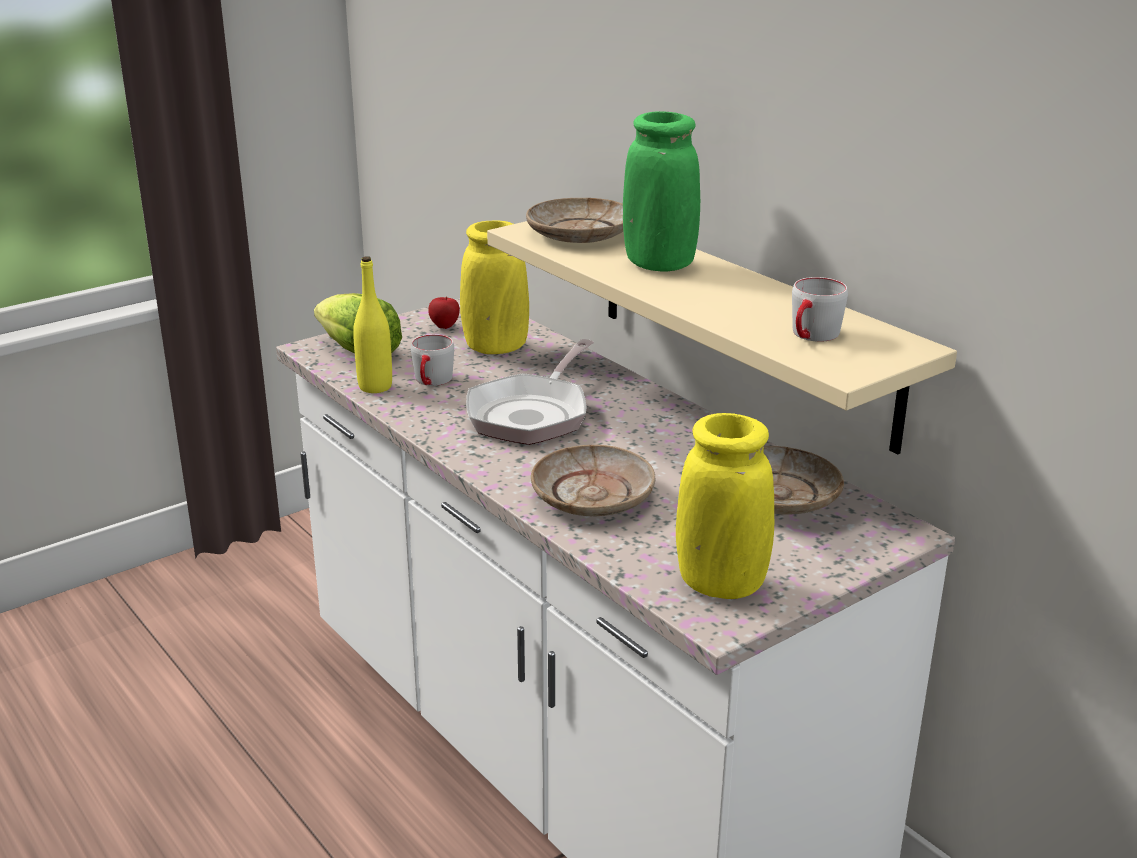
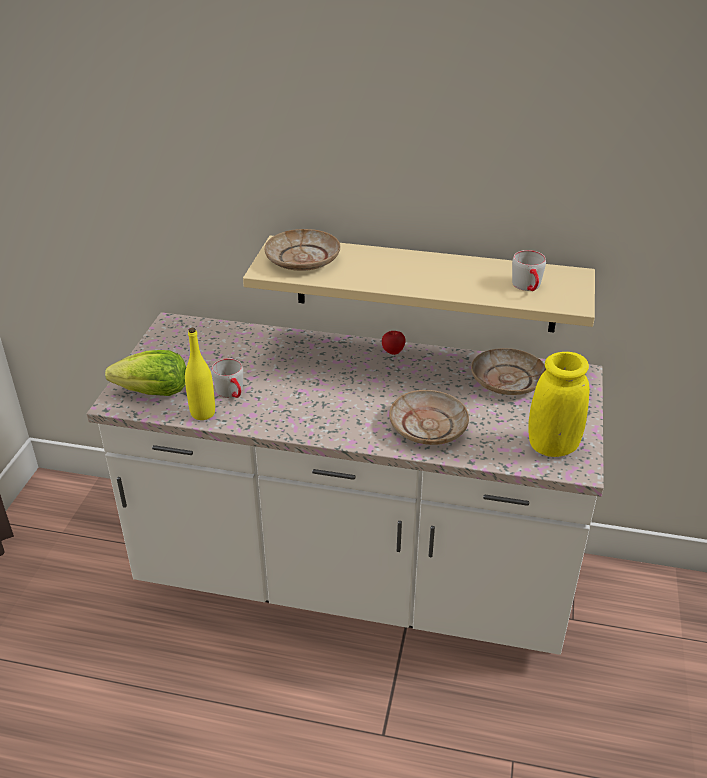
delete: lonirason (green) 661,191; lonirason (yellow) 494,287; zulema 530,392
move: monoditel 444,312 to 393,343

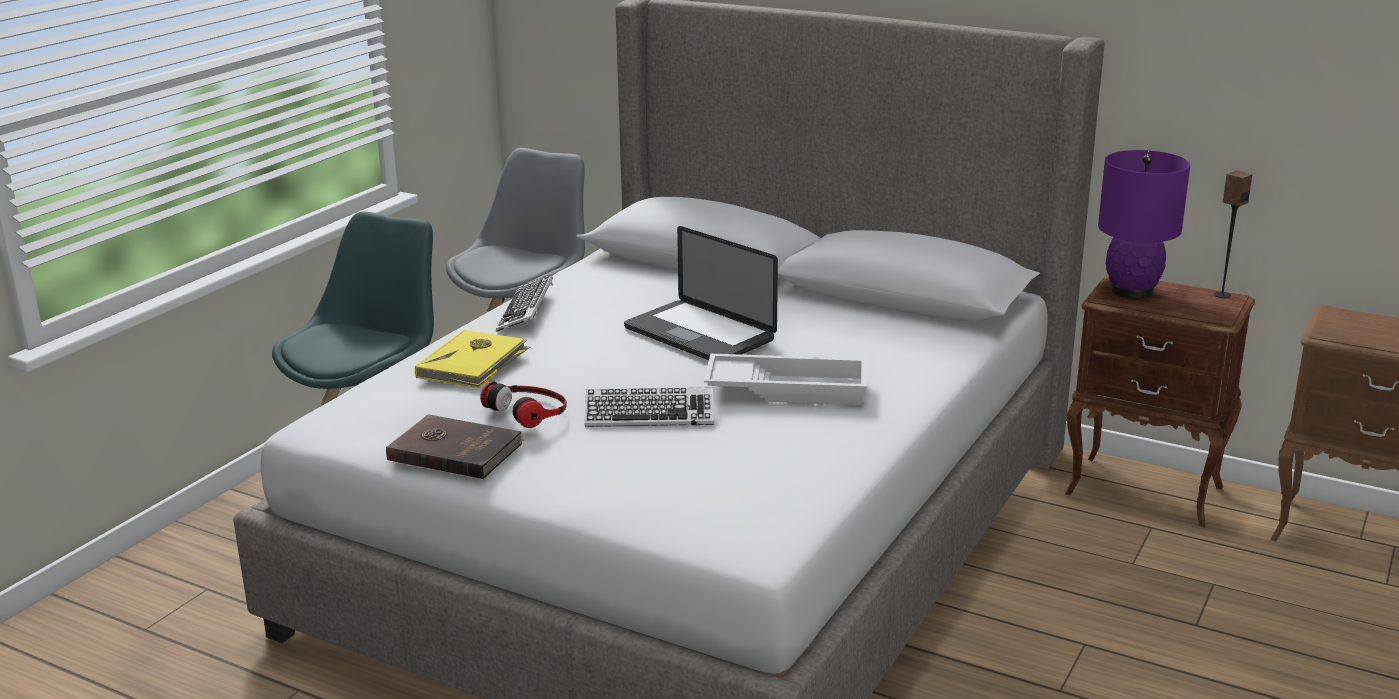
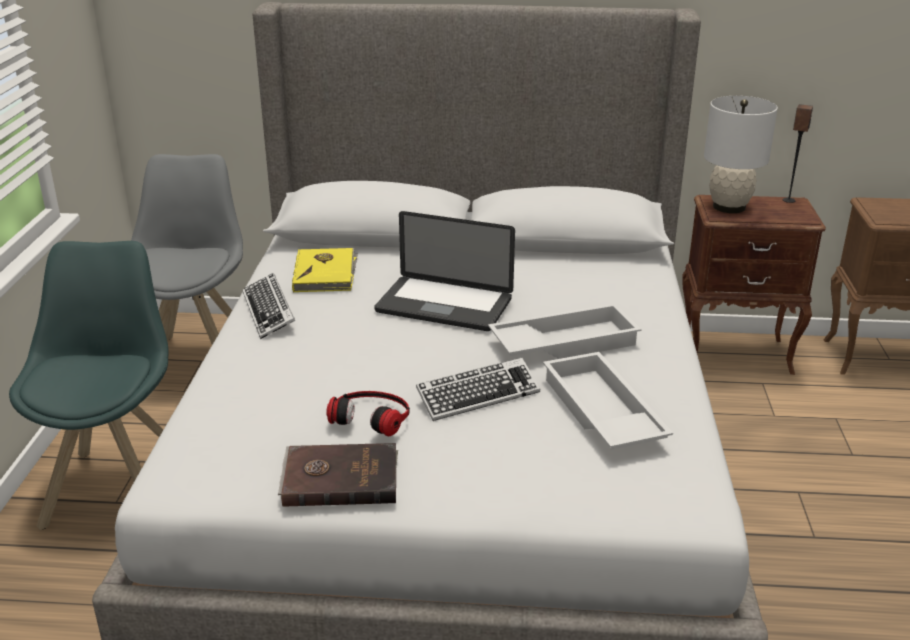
insert: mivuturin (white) 608,400
move: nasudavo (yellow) 473,359 to 325,270
recolor: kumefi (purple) 1144,224 to kumefi (white) 741,154

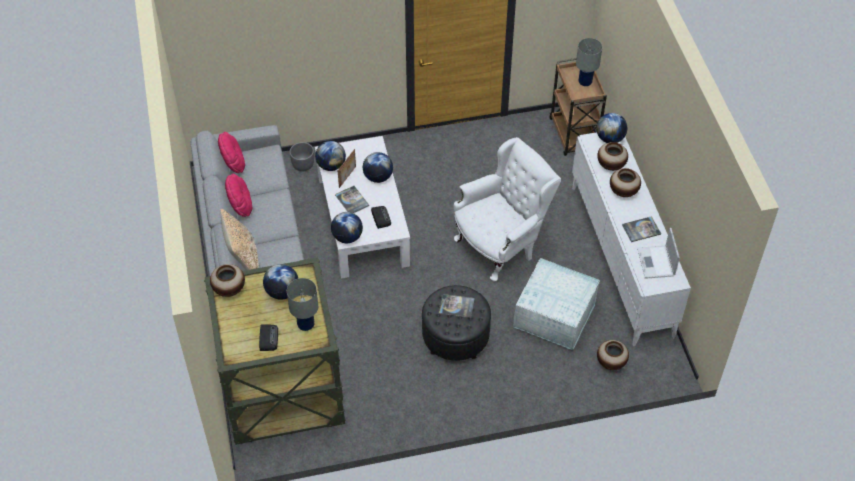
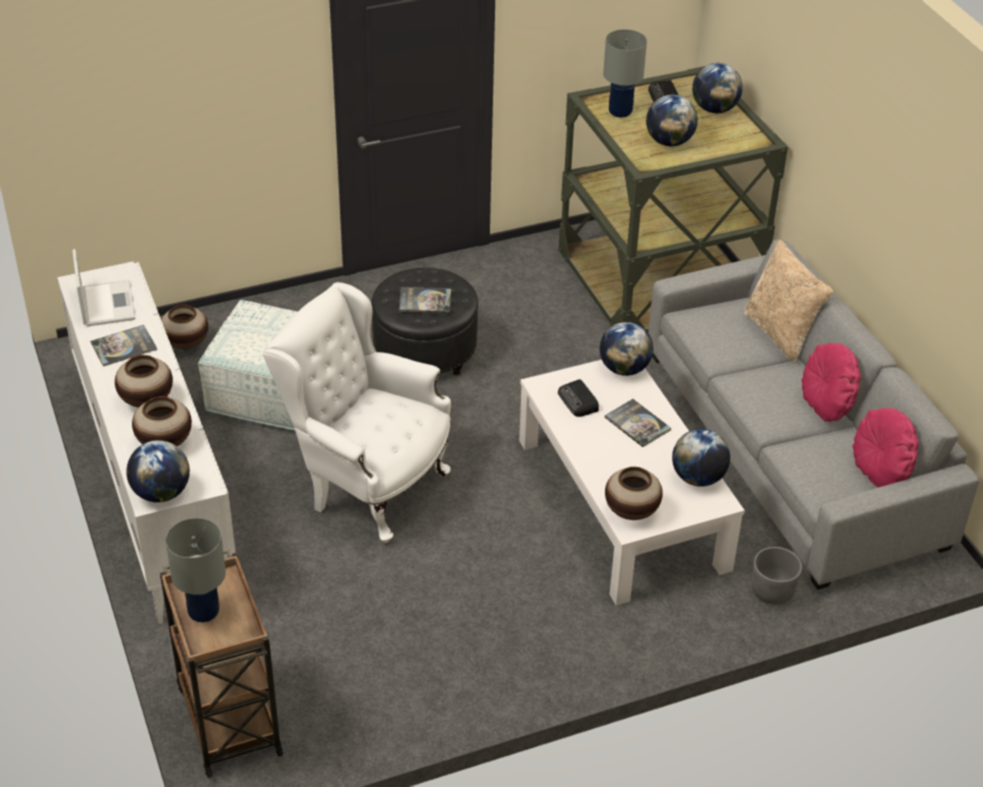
delete: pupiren 347,168
move: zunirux 378,167 to 717,88; lonirason 227,280 to 634,493
rotate: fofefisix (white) 507,209 = 357,412 75 degrees clockwise

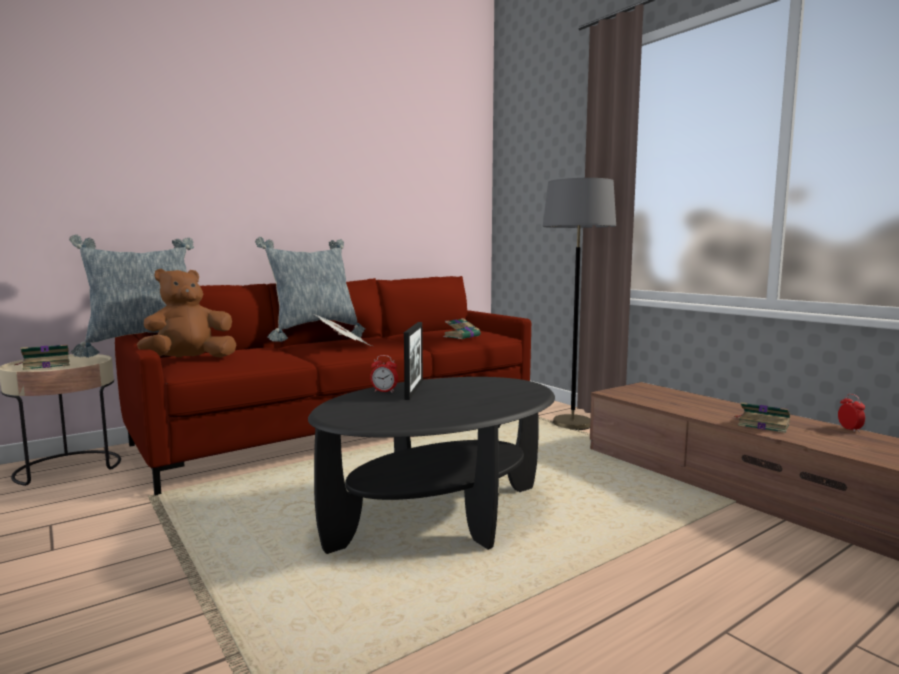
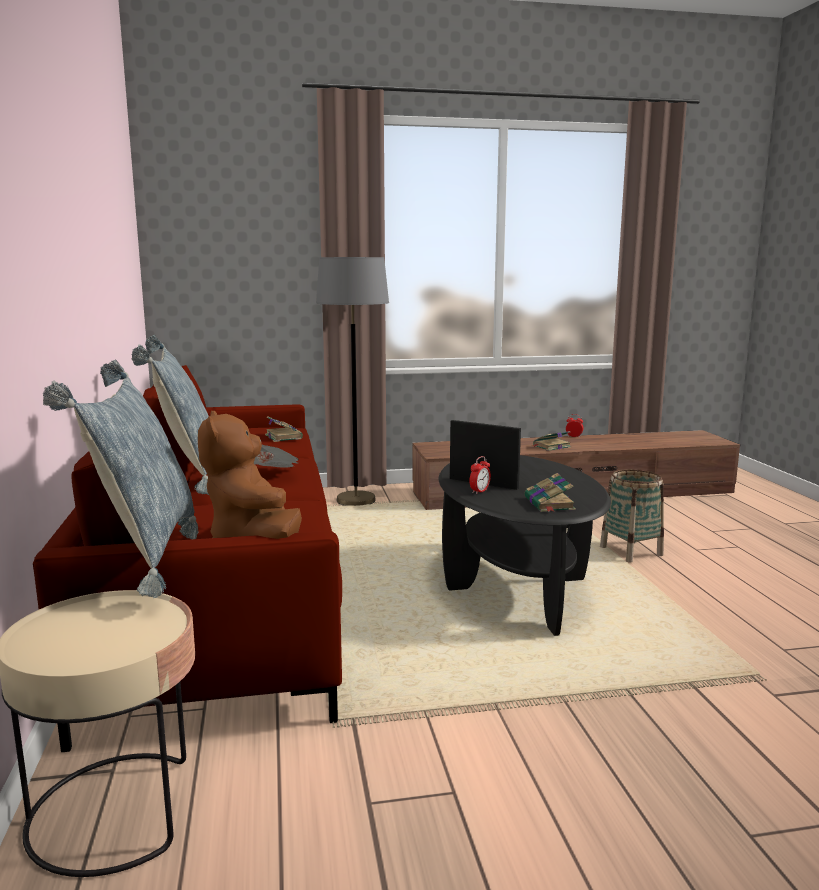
insert: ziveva 632,516
move: nasudavo 43,357 to 550,492

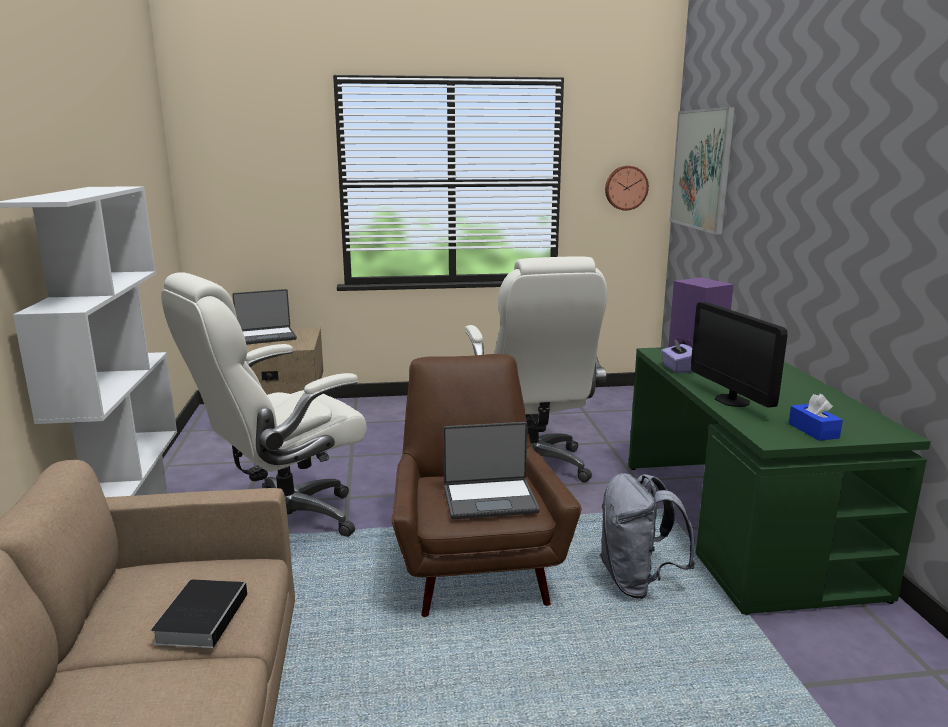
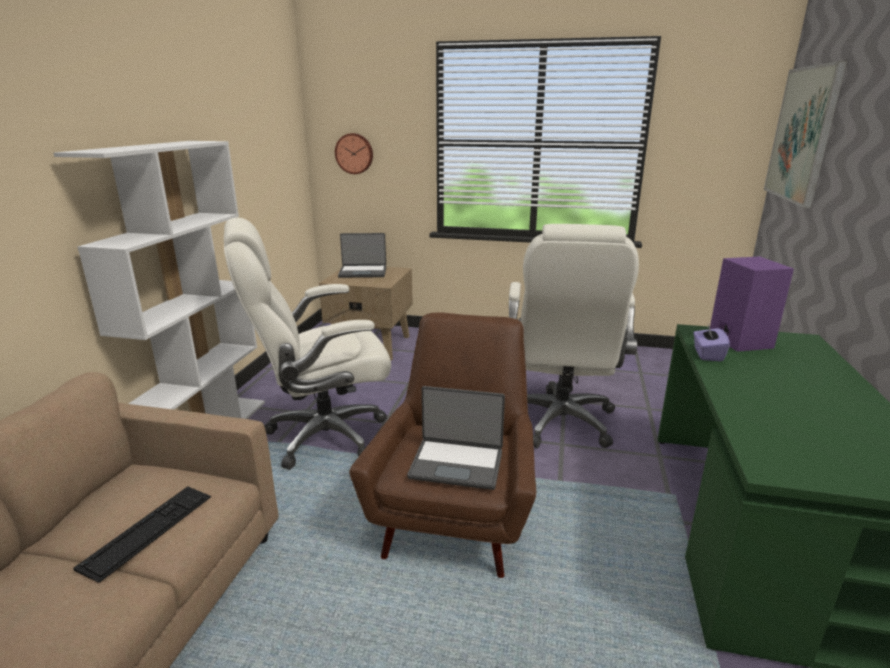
delete: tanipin 739,354; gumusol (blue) 816,417; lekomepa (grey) 647,536
move: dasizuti 627,188 to 354,153
replace: nasudavo 200,613 to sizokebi 142,534

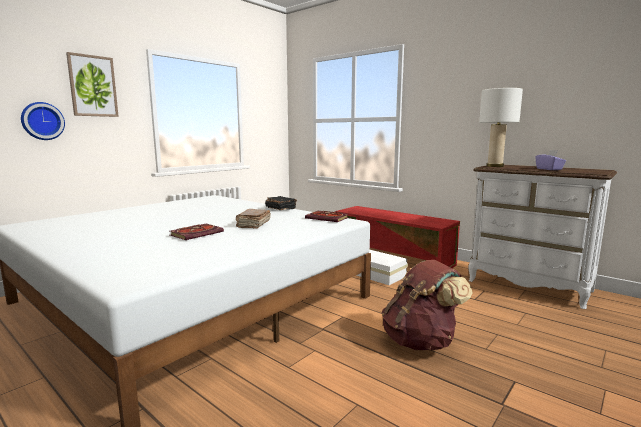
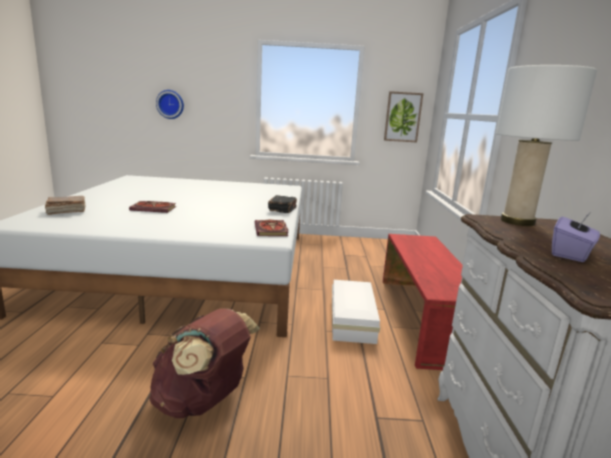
move: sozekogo 92,84 to 404,116; nasudavo (brown) 253,219 to 65,205

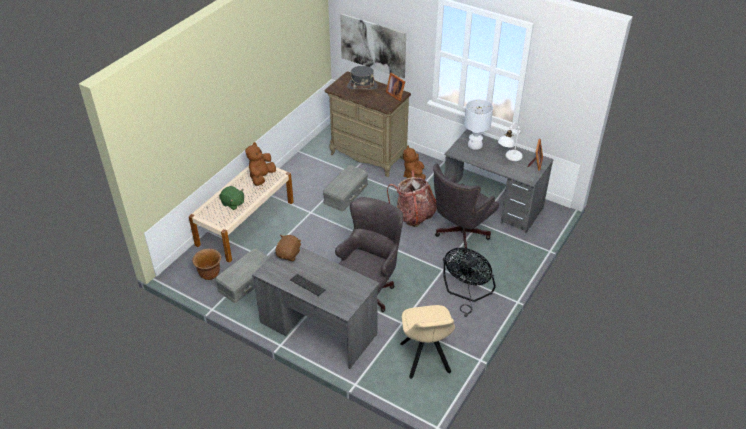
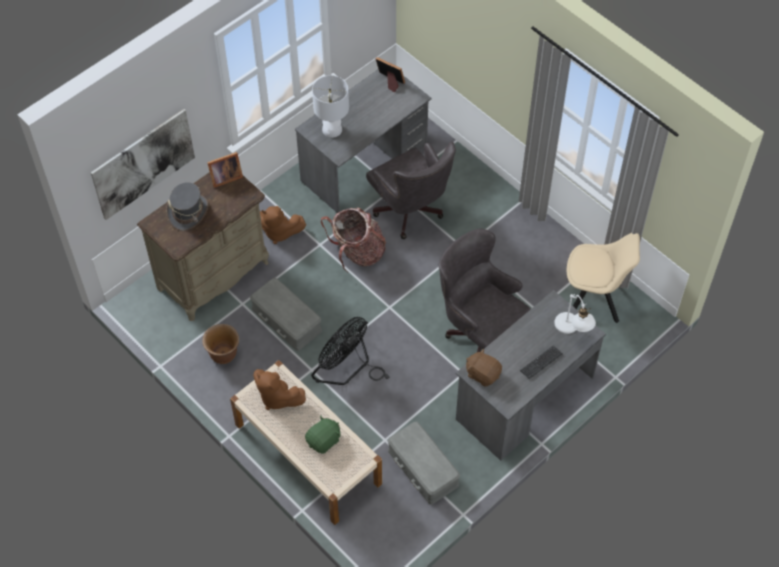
move: kumefi (white) 510,141 to 575,314; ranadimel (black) 469,282 to 350,351; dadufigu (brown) 207,264 to 220,344

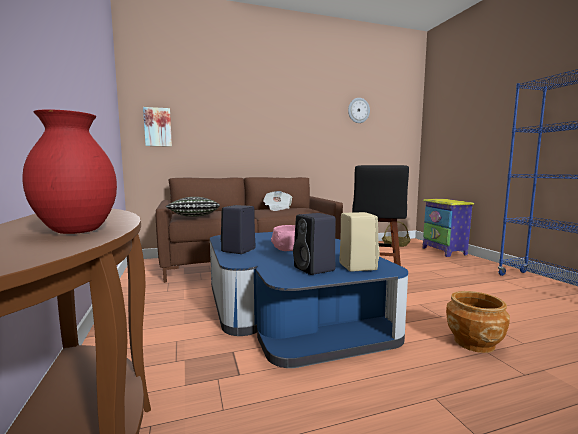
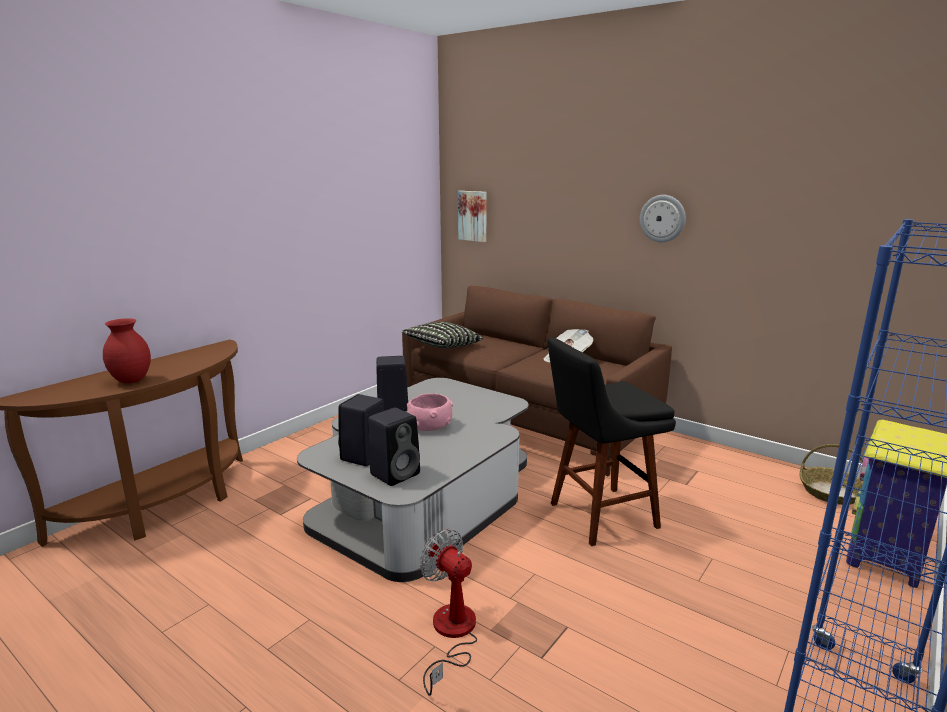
move: dasizuti 359,110 to 662,218
replace: dadufigu (brown) 478,322 to ranadimel 448,612
recolor: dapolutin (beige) 359,241 to dapolutin (black) 394,447; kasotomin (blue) 309,300 to kasotomin (grey) 413,480

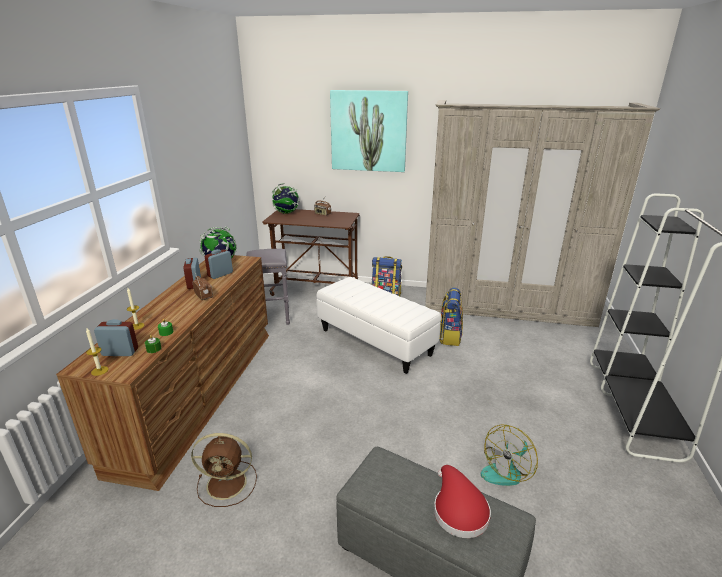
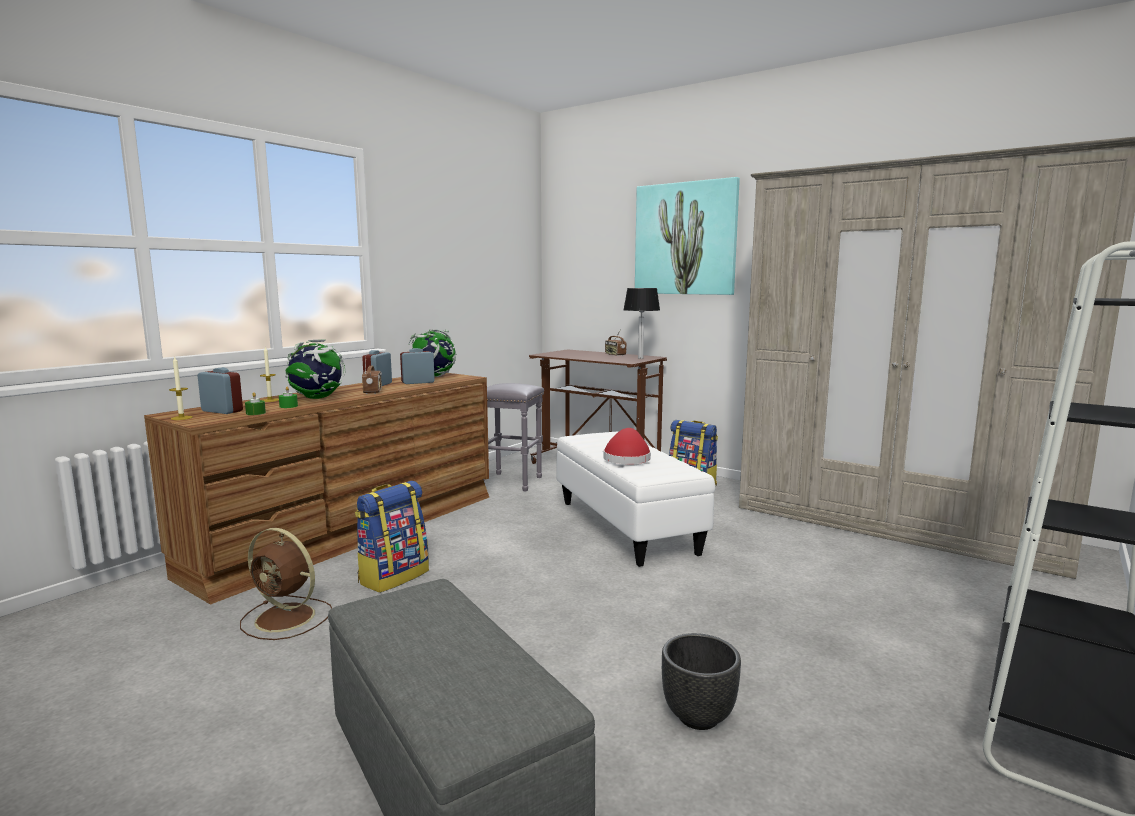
insert: kumefi 641,323
move: zunirux 286,198 to 315,369; lekomepa 451,316 to 392,537; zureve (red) 462,501 to 627,446
replace: ranadimel 509,455 to dadufigu (black) 701,681

